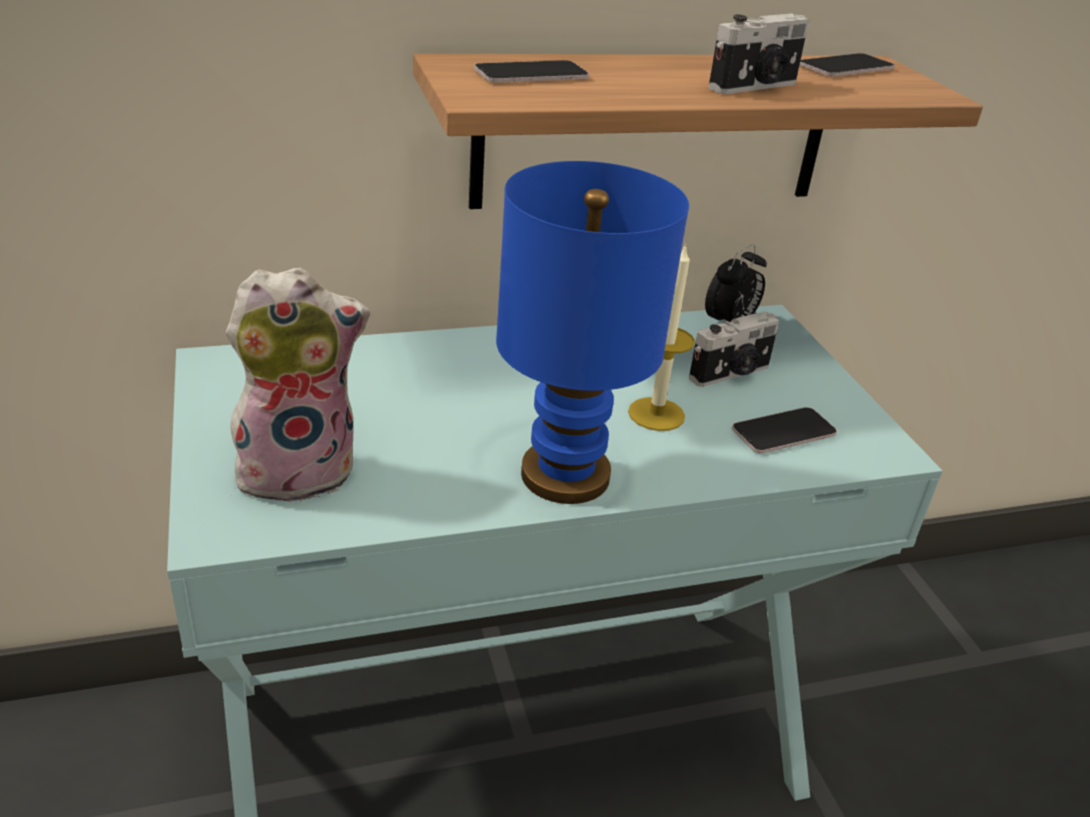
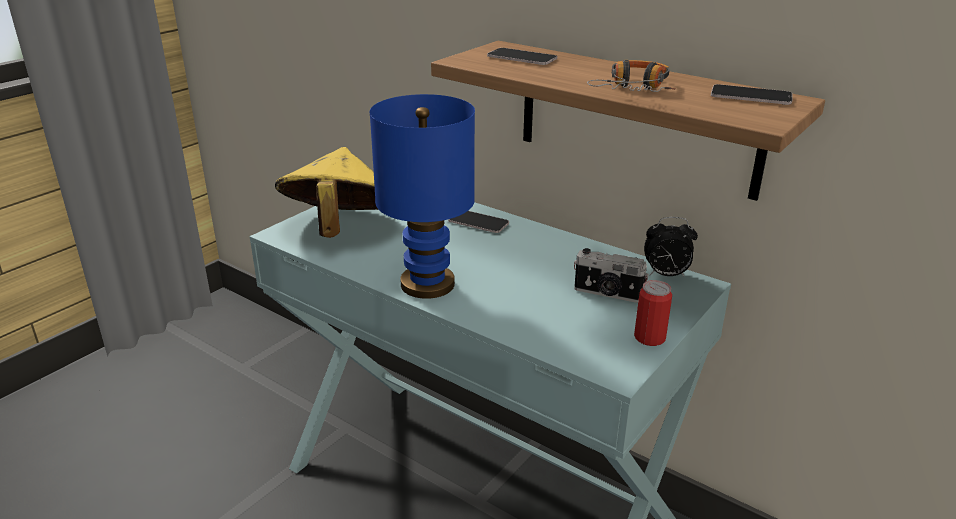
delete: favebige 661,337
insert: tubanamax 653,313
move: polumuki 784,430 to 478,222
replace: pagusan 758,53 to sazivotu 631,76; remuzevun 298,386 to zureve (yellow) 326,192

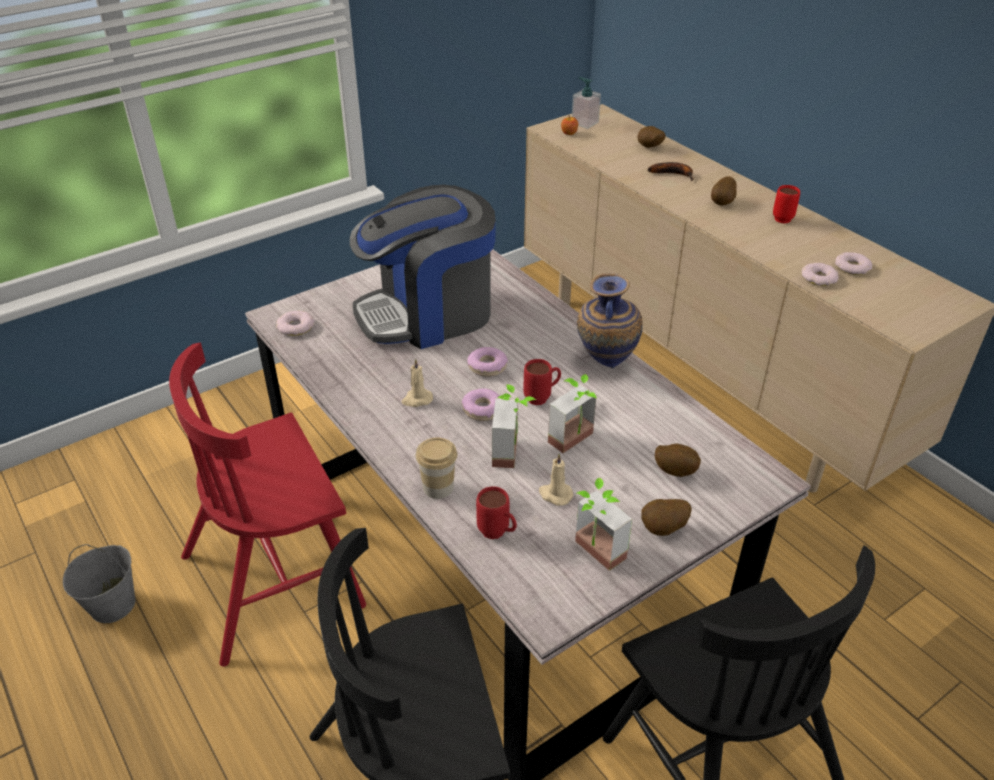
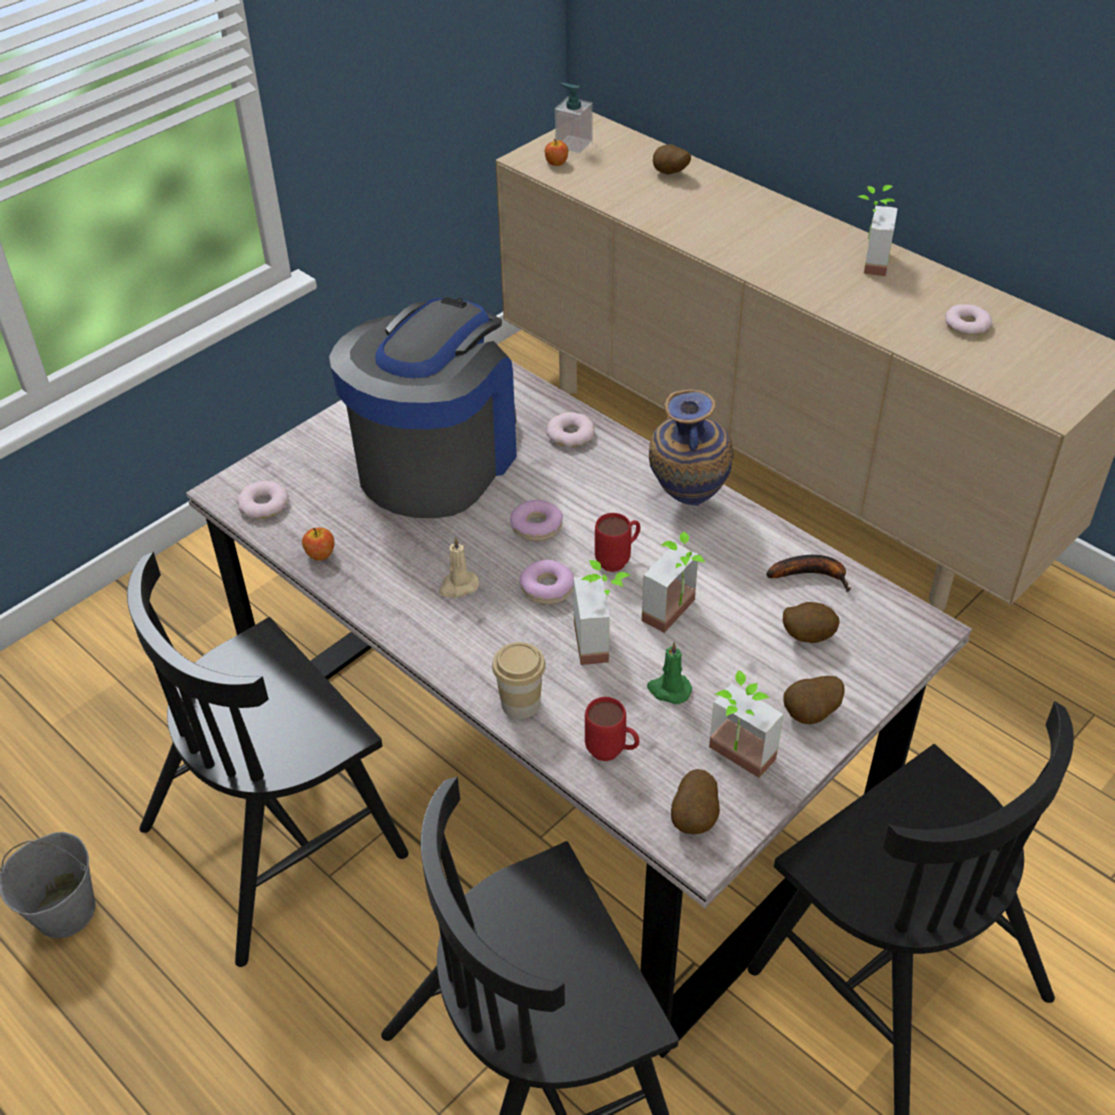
insert: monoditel 318,544
move: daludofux 671,171 to 808,573; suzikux 724,191 to 695,802; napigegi 820,274 to 570,429
replace: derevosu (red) 786,204 to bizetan 878,230
recolor: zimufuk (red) 267,504 to zimufuk (black) 268,759; favebige (beige) 556,480 to favebige (green) 669,673
rotate: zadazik 423,267 = 423,407 150 degrees clockwise

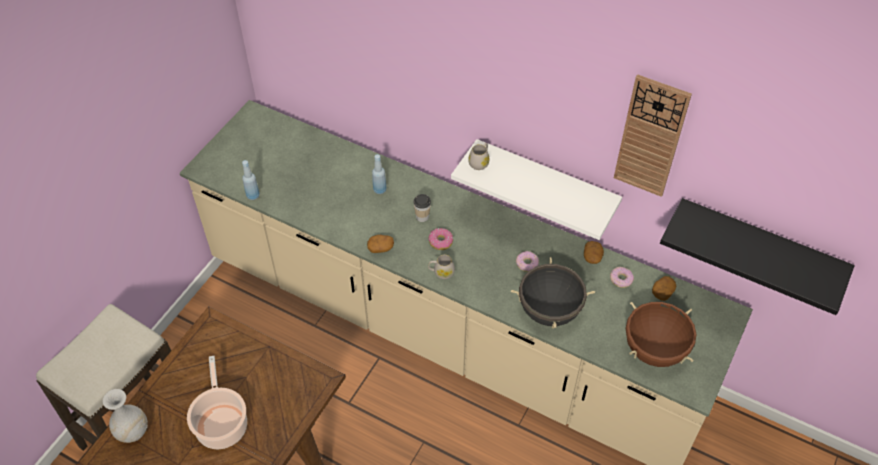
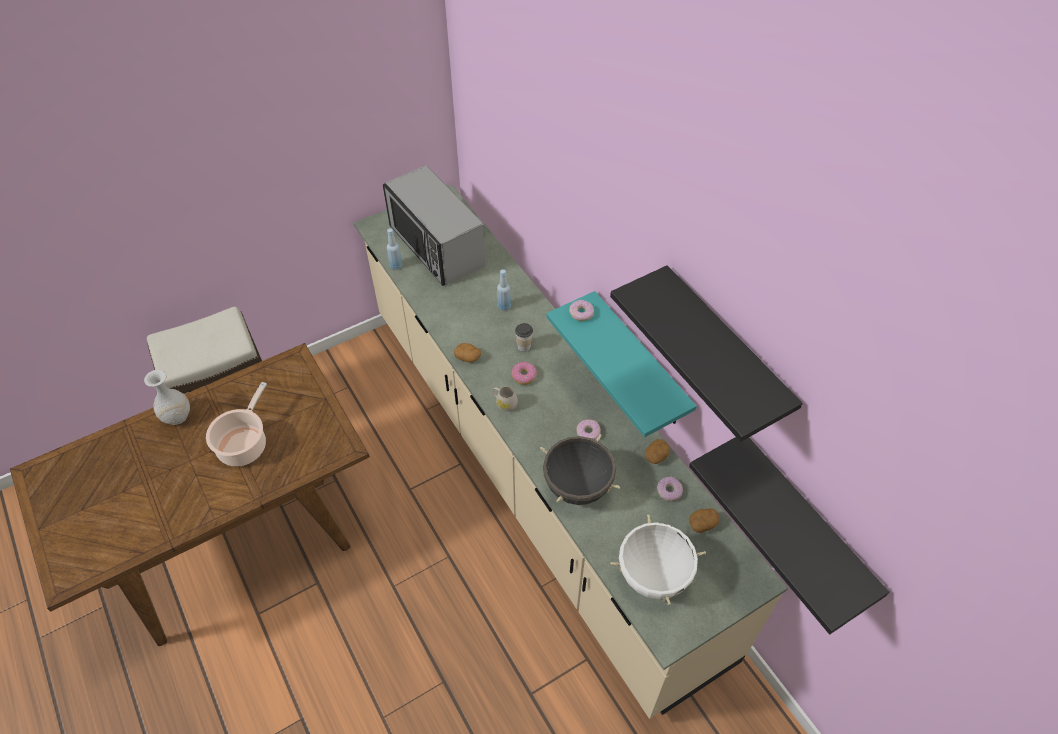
insert: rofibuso 434,225
replace: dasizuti 653,135 to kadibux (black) 706,353; derevosu (white) 478,156 to napigegi 581,310
recolor: kadibux (white) 536,189 to kadibux (turquoise) 621,364; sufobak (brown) 661,334 to sufobak (white) 658,560

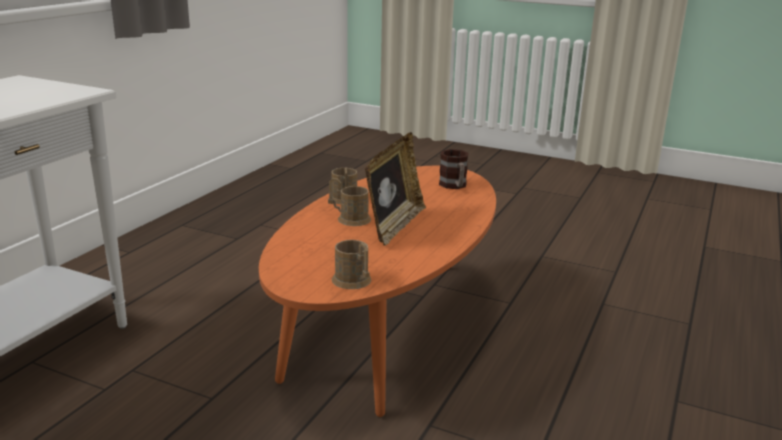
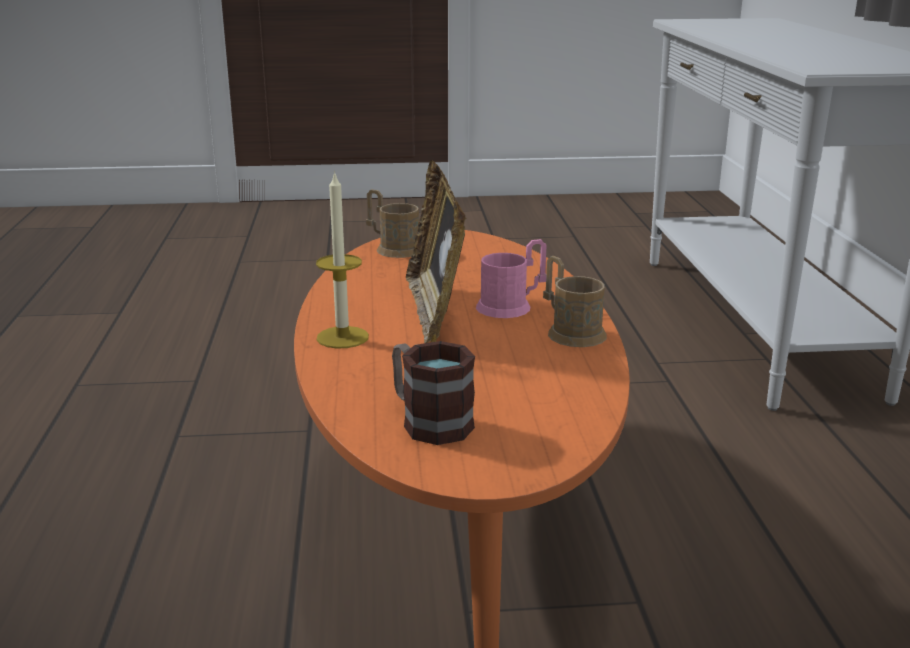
insert: favebige 342,259
recolor: derevosu (brown) 349,202 to derevosu (pink) 511,278

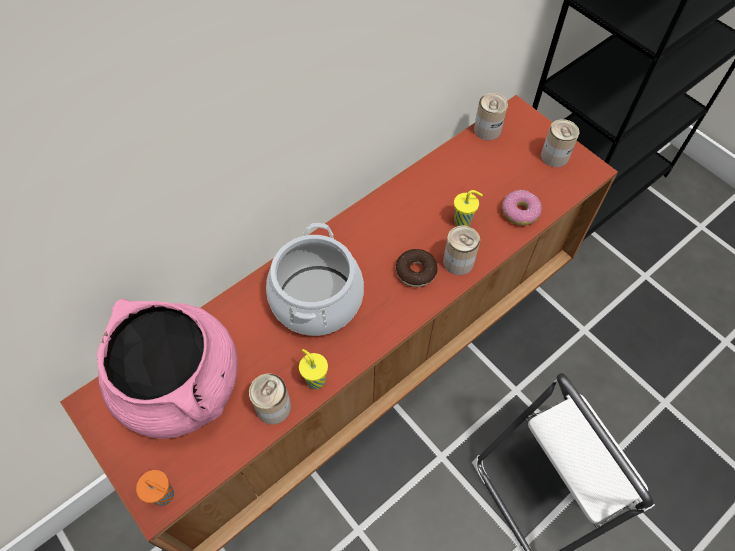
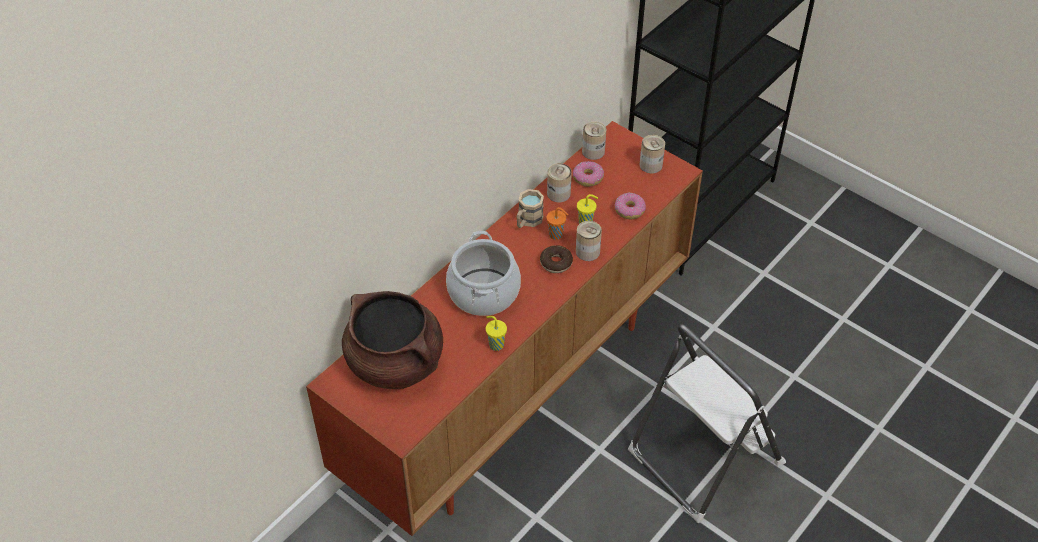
insert: napigegi 588,174; derevosu (beige) 530,208
move: tubanamax 270,399 to 559,182; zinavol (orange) 155,488 to 557,223
recolor: sufobak (pink) 167,369 to sufobak (brown) 392,340

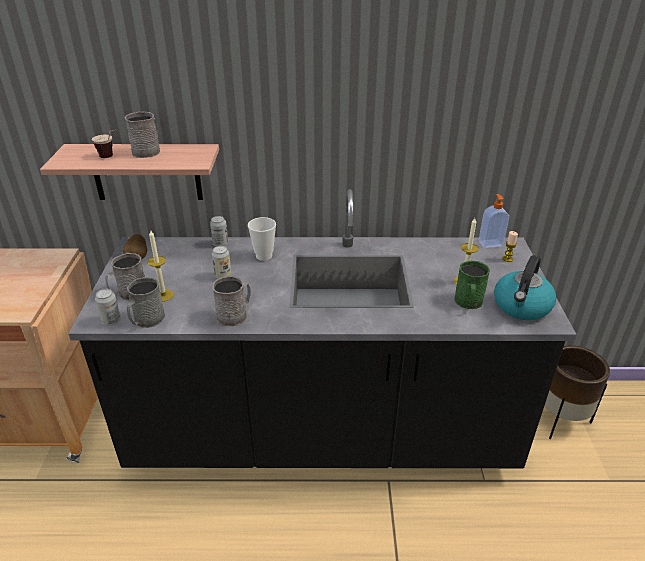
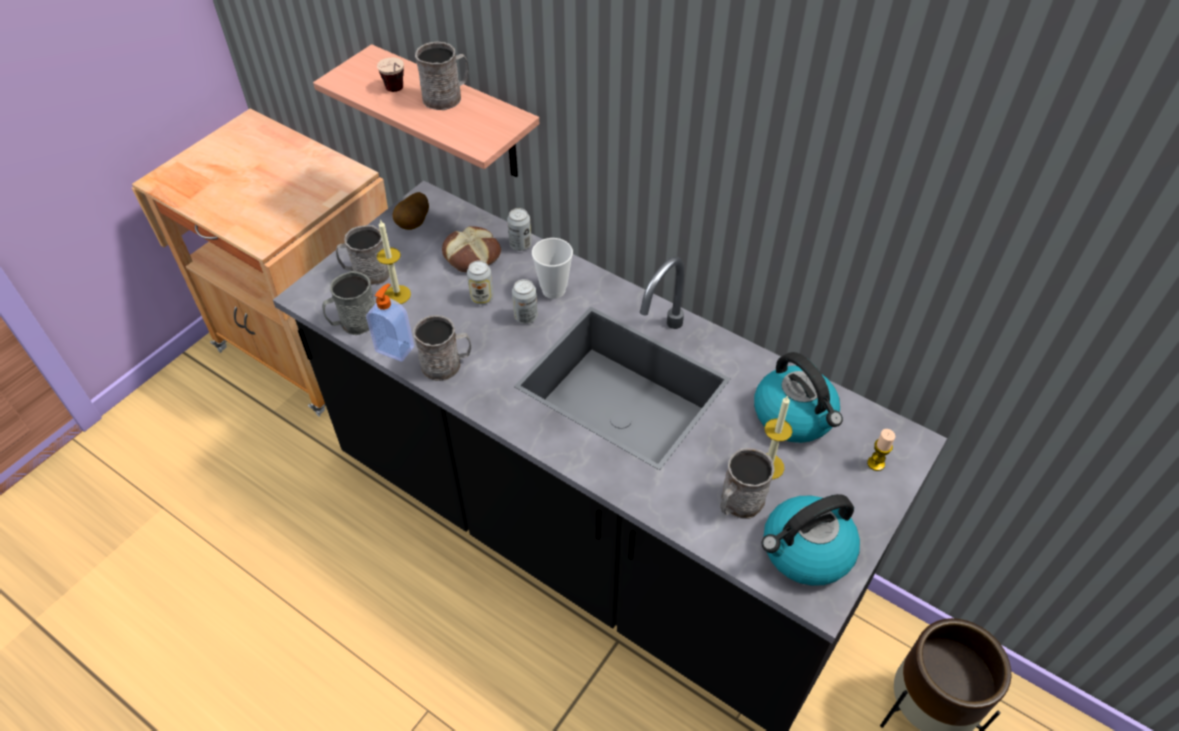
insert: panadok 471,249; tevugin 798,397
move: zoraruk 494,221 to 390,323; tubanamax 108,307 to 525,301
recolor: derevosu (green) 472,285 to derevosu (grey) 747,483

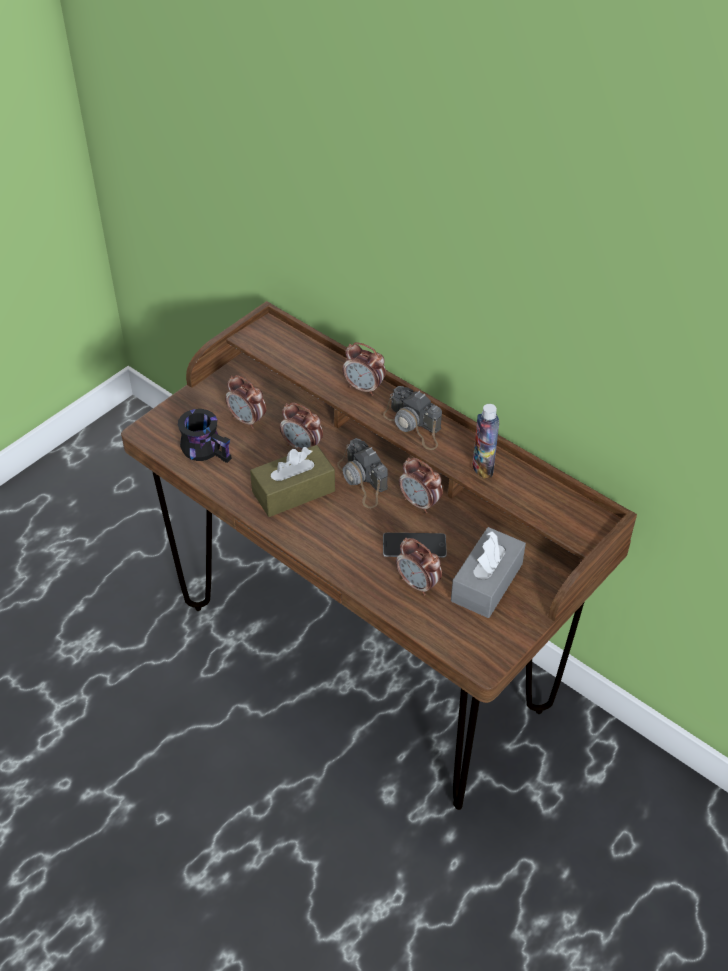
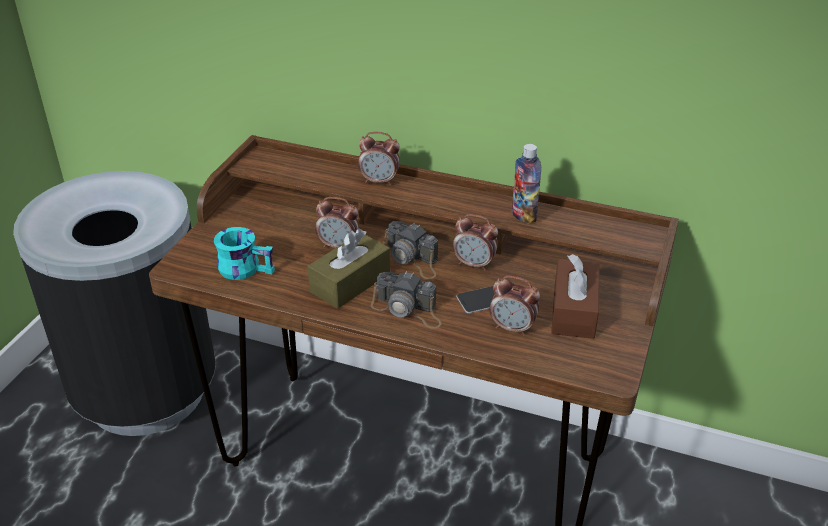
delete: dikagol 245,402
insert: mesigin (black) 114,303
move: pagusan 412,418 to 406,300
recolor: derevosu (black) 205,436 to derevosu (turquoise) 244,253; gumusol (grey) 488,572 to gumusol (brown) 575,296

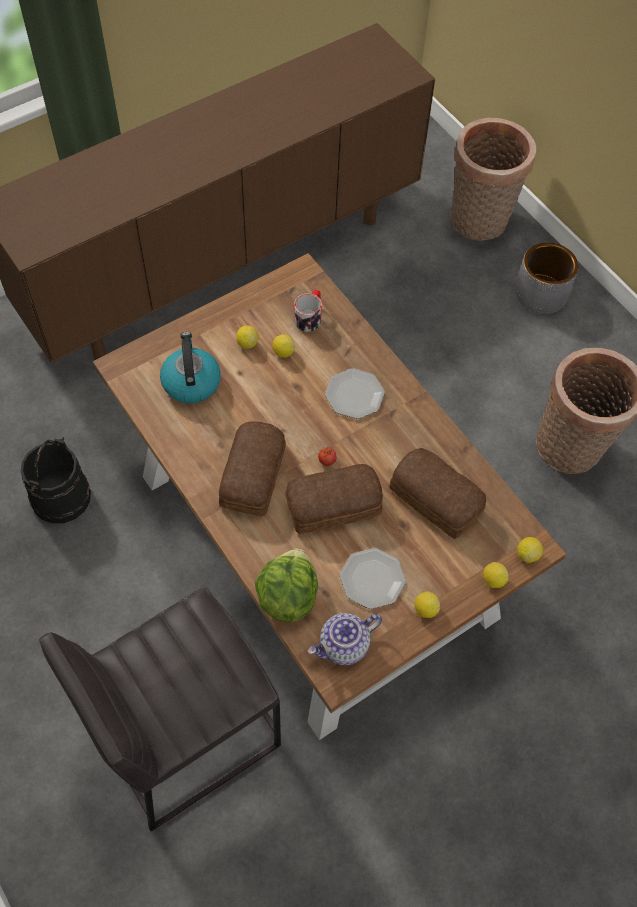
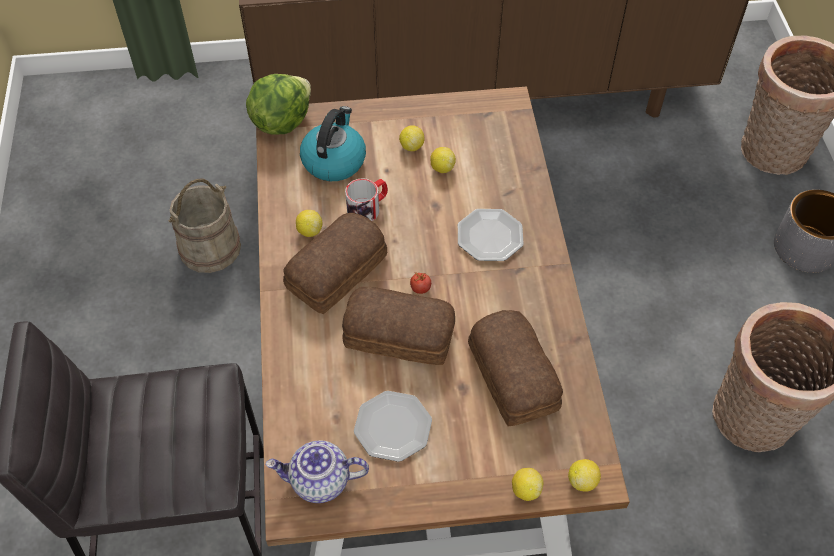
move: derevosu 308,310 to 366,199; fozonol 286,585 to 278,104; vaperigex 427,604 to 309,223
recolor: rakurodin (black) 56,480 to rakurodin (beige) 204,226

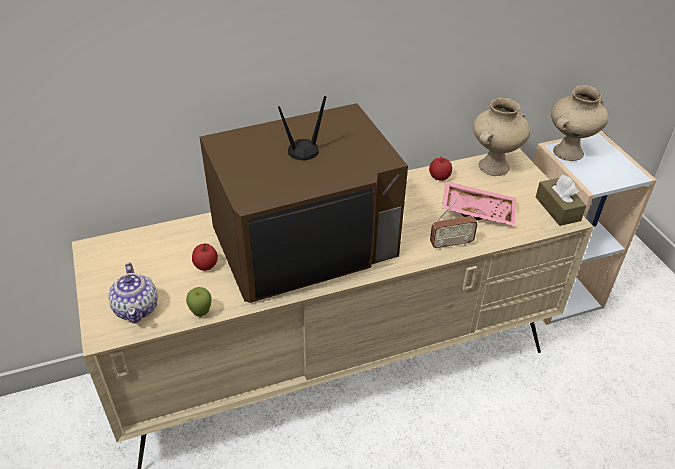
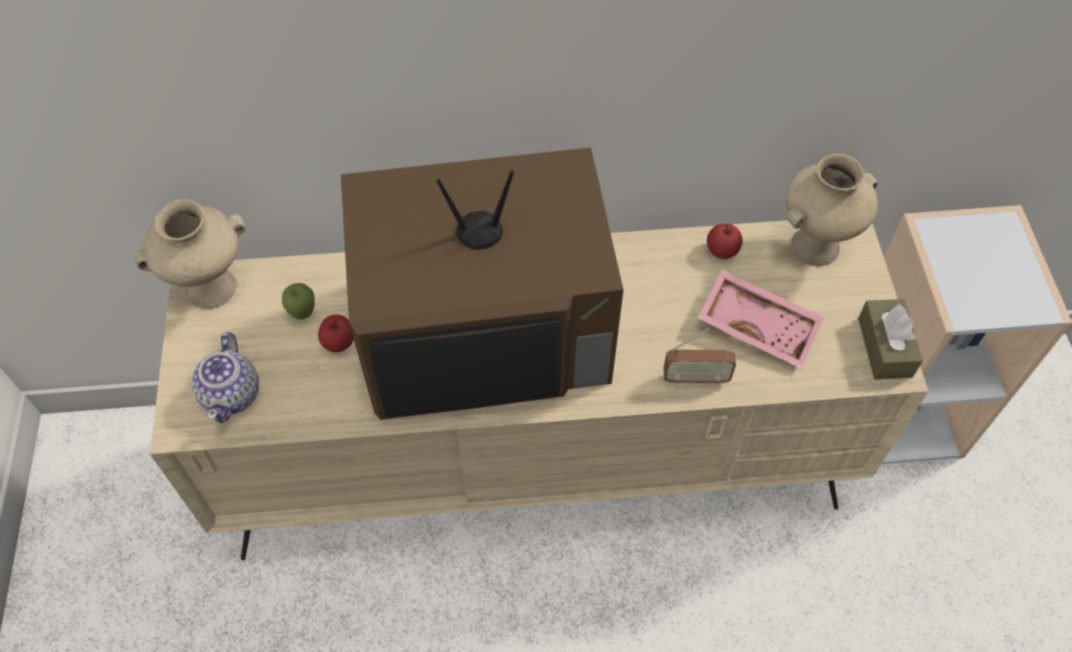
move: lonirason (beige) 580,123 to 190,253; monoditel 198,302 to 298,301

